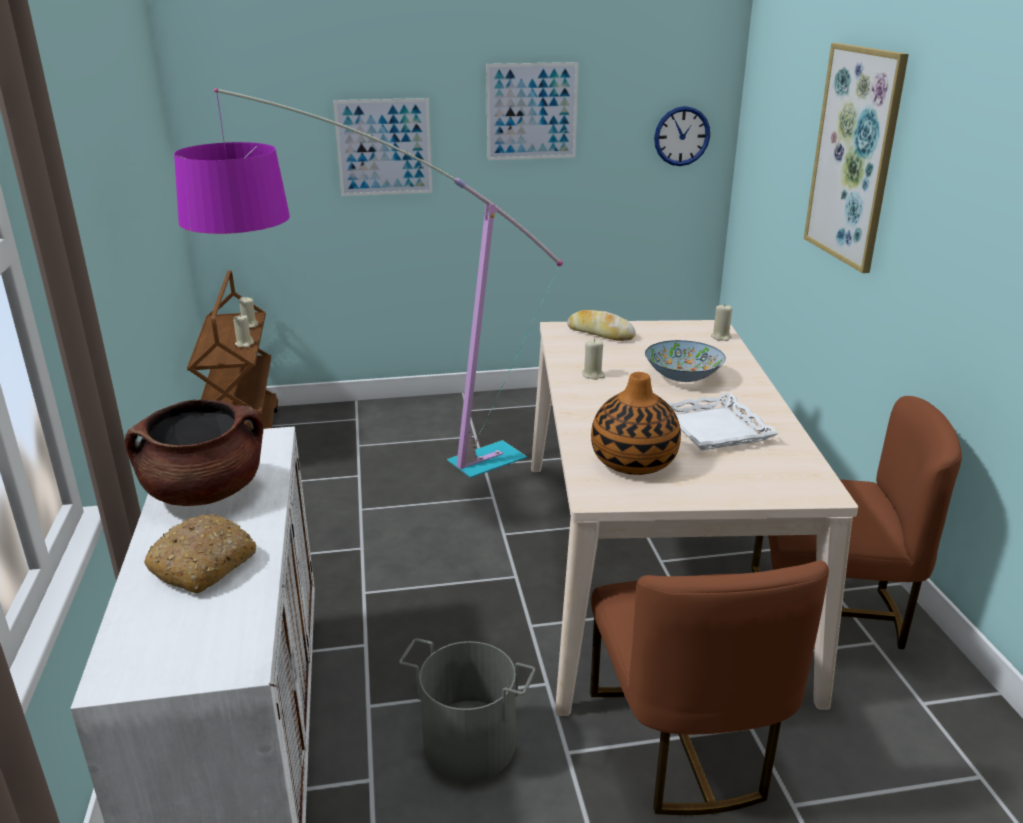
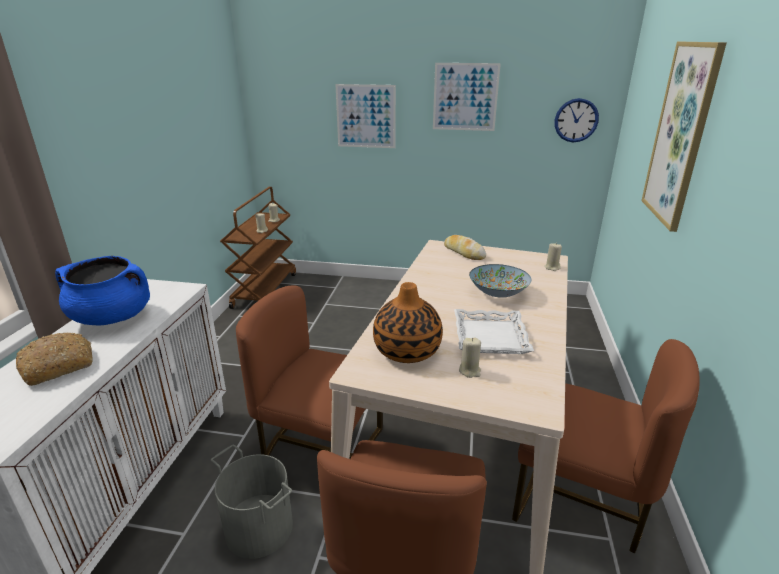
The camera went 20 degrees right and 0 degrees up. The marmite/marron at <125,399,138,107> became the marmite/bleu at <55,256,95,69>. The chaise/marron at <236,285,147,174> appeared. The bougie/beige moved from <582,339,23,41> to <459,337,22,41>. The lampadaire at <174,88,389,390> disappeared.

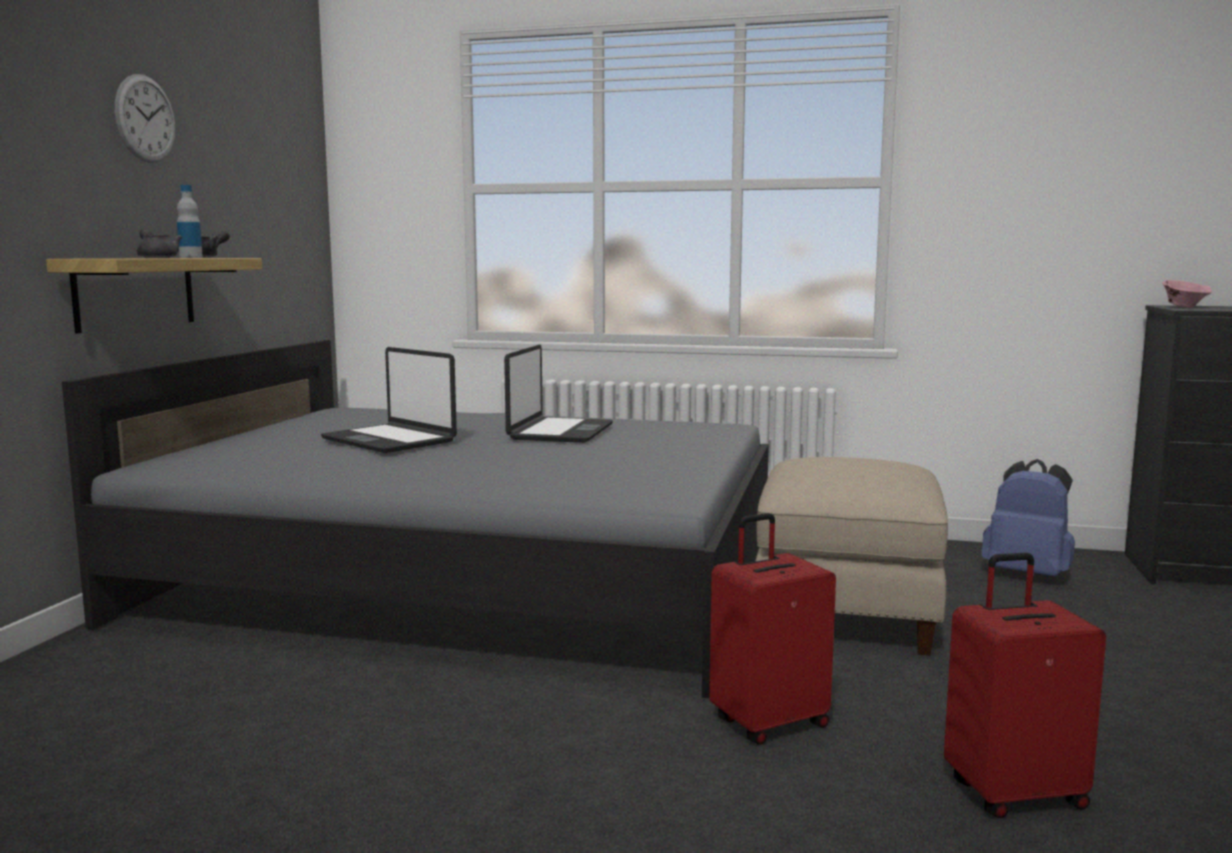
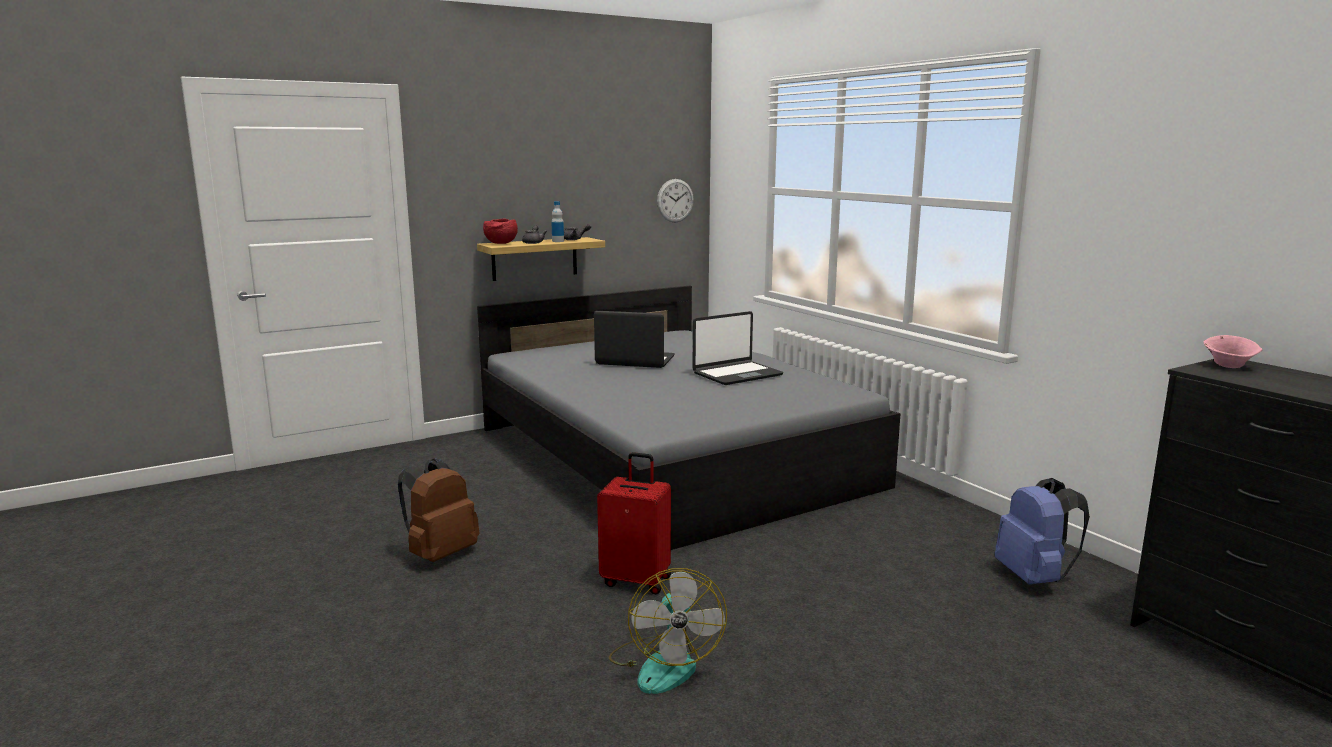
The camera went 45 degrees right and 5 degrees up. The sac à dos/marron at <398,458,81,104> appeared. The bol/rouge at <483,218,35,26> appeared. The ordinateur portable at <321,347,136,106> turned 105 degrees clockwise. The valise/rouge at <944,553,162,265> was replaced by the ventilateur at <609,568,118,126>. The horloge murale moved from <115,74,60,89> to <657,179,37,44>. The pouf/beige at <755,457,193,198> disappeared.

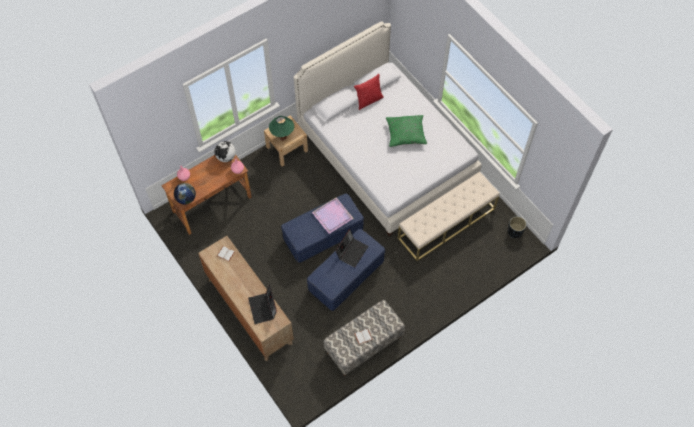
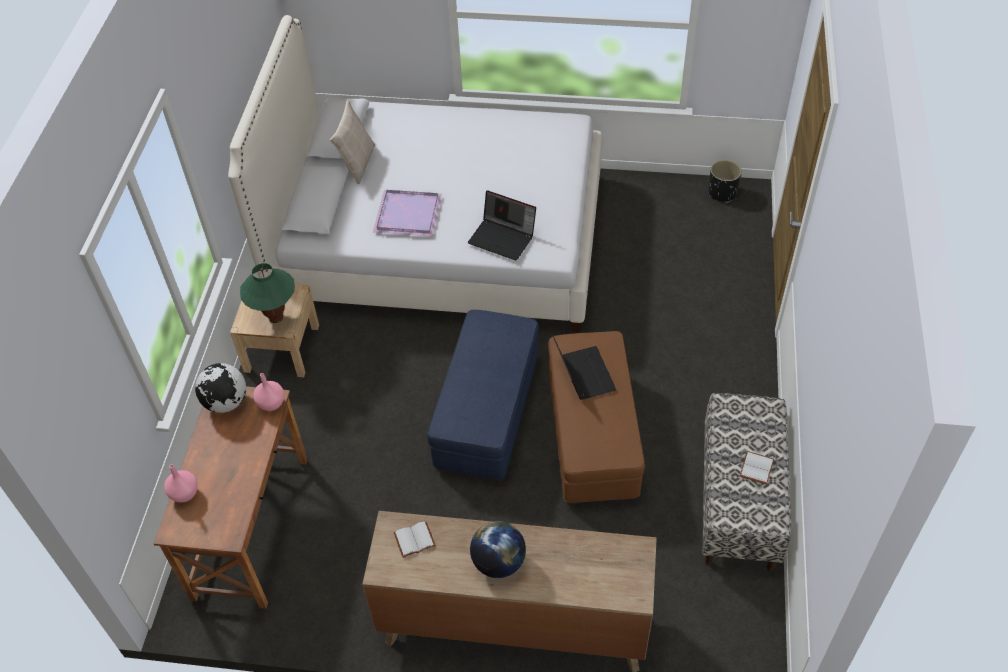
The camera went 45 degrees left and 10 degrees down. The coussin/rouge at <354,74,30,36> became the coussin/beige at <330,100,45,84>. The plateau/violet moved from <312,198,42,36> to <373,190,69,47>. The ordinateur portable moved from <248,285,29,39> to <468,190,68,71>. The globe moved from <174,183,22,22> to <470,521,56,57>. The pouf/bleu at <307,229,78,82> became the pouf/marron at <548,331,97,173>. The coussin/vert at <386,115,41,32> disappeared. The banc/beige at <398,172,102,89> disappeared.

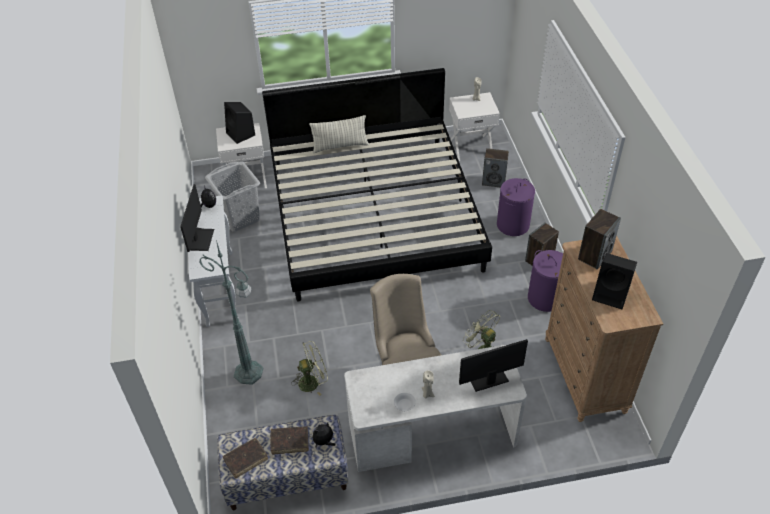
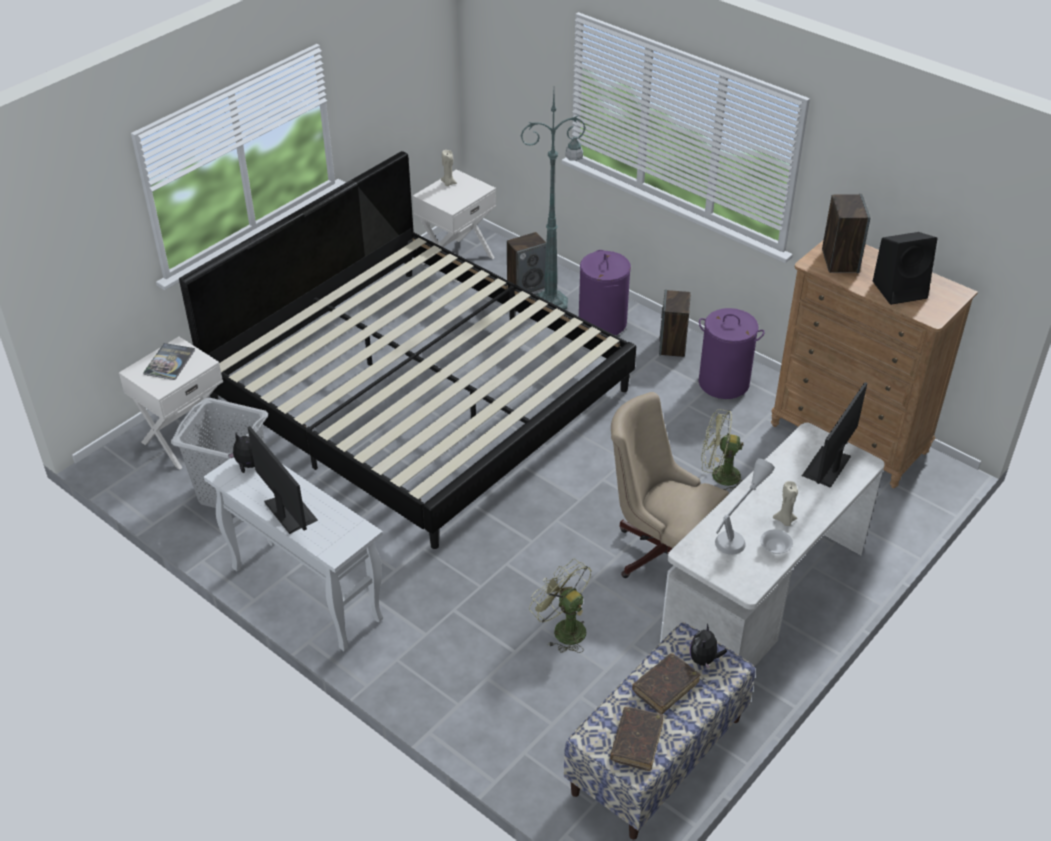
The camera went 40 degrees left and 5 degrees down. The enceinte/noir at <224,102,31,42> was replaced by the livre at <143,343,52,37>. The lampadaire/vert moved from <199,240,64,145> to <520,92,66,218>. The ventilateur/vert at <291,341,37,55> turned 75 degrees counterclockwise. The lampe de table/gris at <715,458,60,97> appeared. The coussin at <309,115,60,38> disappeared.

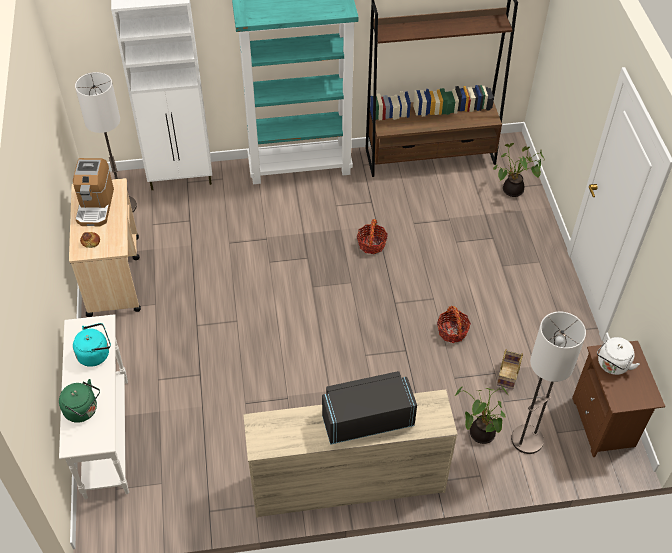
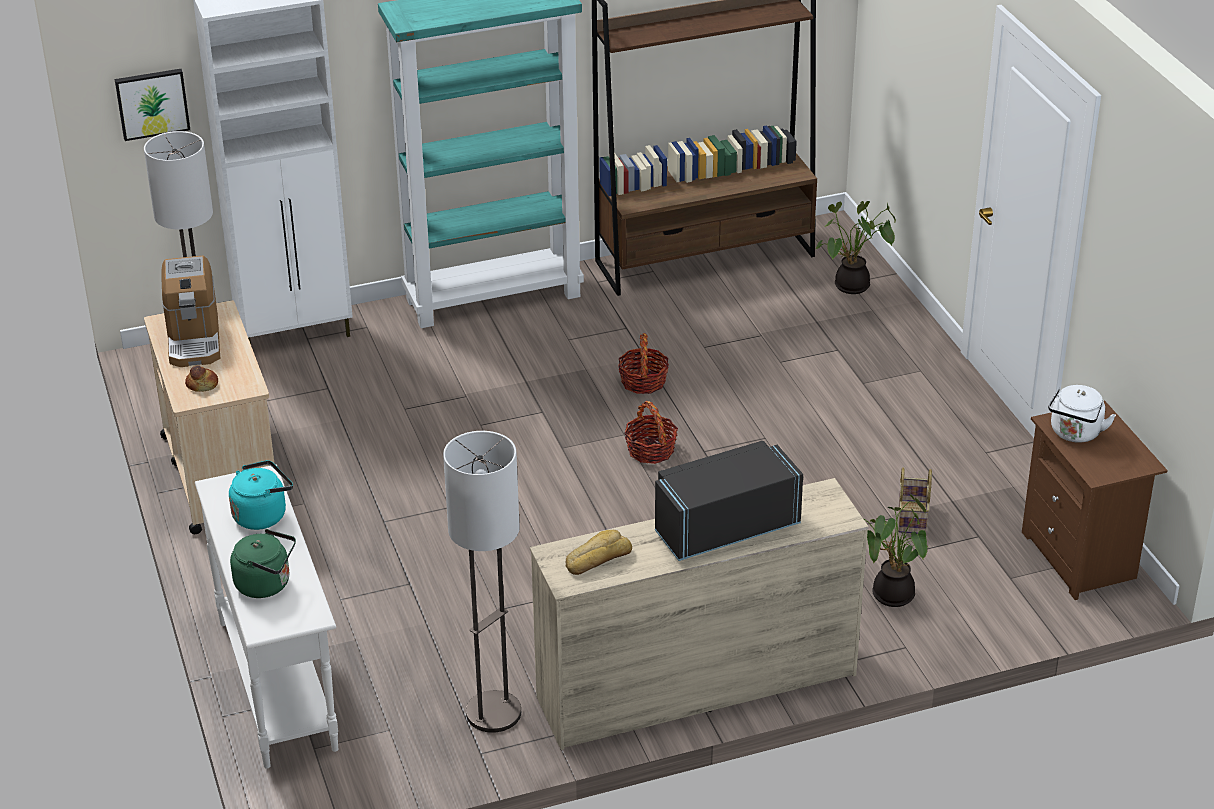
The camera went 10 degrees left and 15 degrees down. The tableau at <115,69,75,72> appeared. The lampadaire moved from <511,312,75,142> to <443,431,78,302>. The pain at <565,530,67,45> appeared. The panier moved from <437,306,34,37> to <624,401,54,63>.

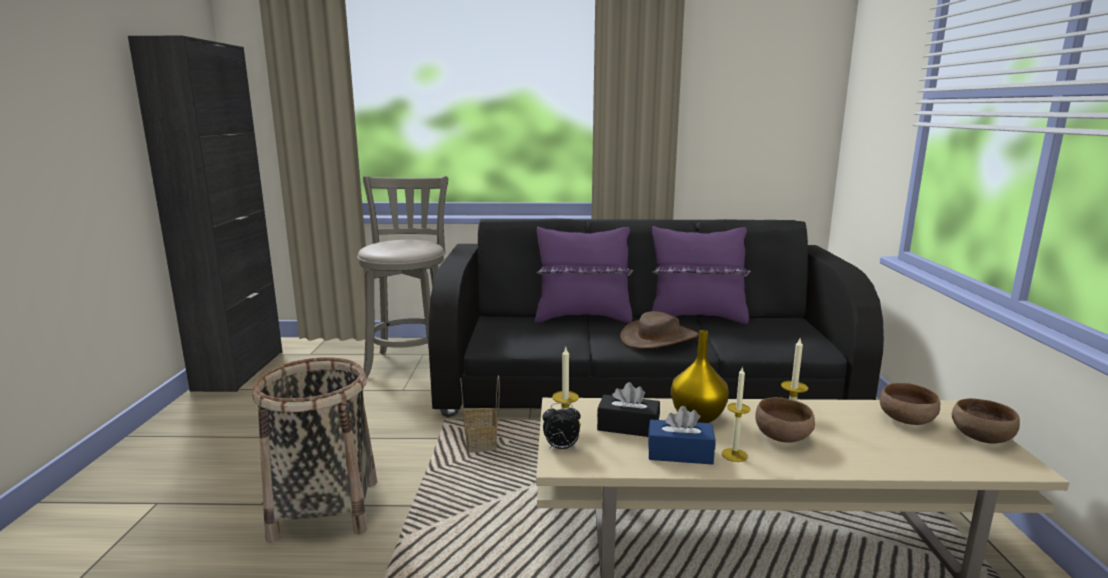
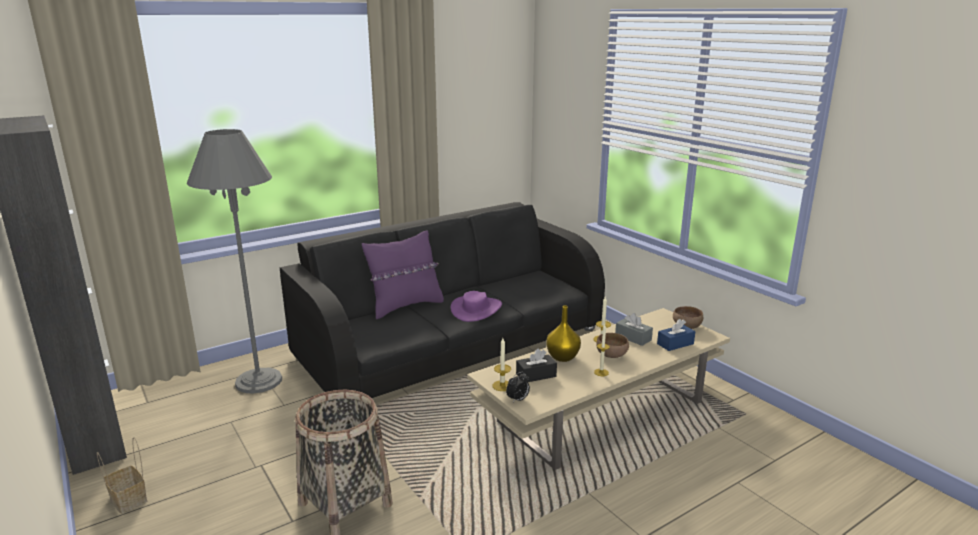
The camera went 35 degrees left and 5 degrees up. The panier moved from <460,375,40,78> to <97,437,50,77>. The tabouret/gris at <358,176,90,202> was replaced by the lampadaire/gris at <187,129,95,265>. The chapeau/marron at <620,311,79,38> became the chapeau/violet at <451,291,51,31>. The boîte à mouchoirs/gris at <615,313,38,33> appeared. The boîte à mouchoirs/bleu moved from <648,406,68,59> to <657,319,38,32>. The coussin/violet at <652,226,99,98> disappeared. The bol/marron at <880,383,60,42> disappeared.

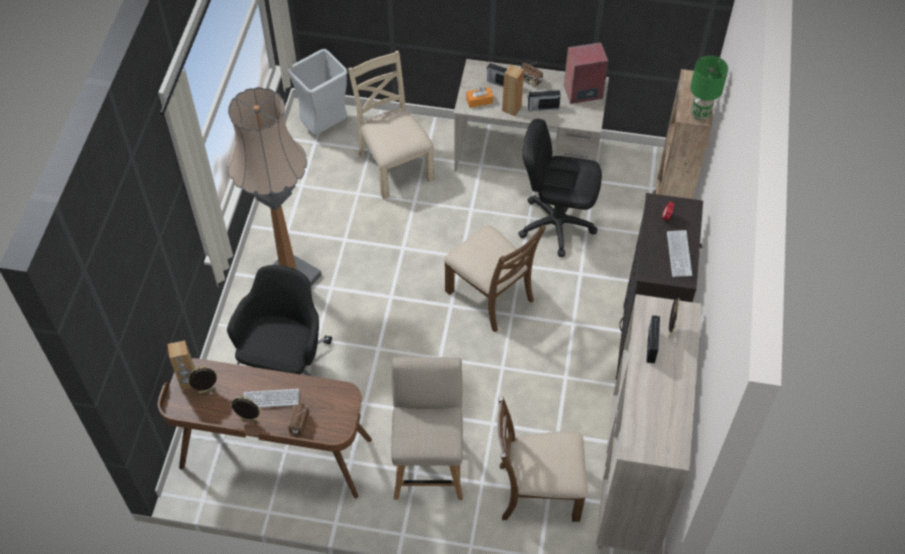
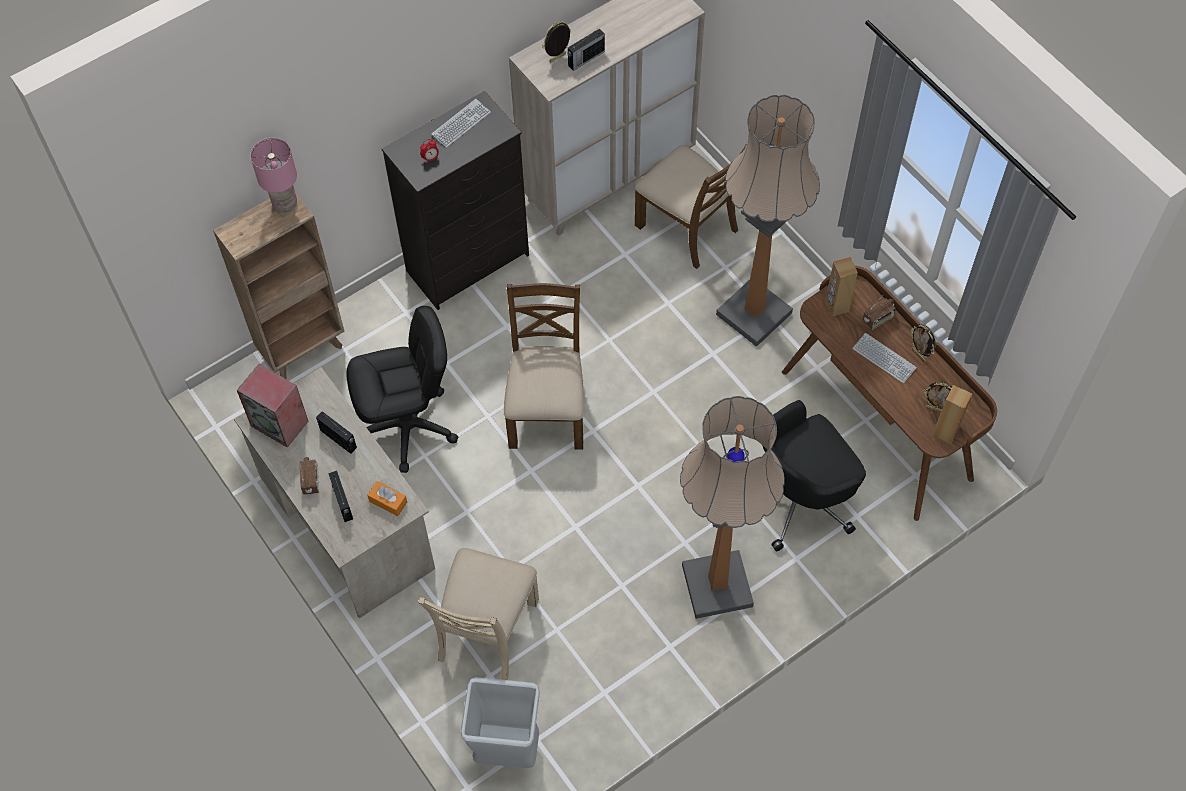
The camera went 135 degrees left and 5 degrees up. The lampe de table/vert at <690,55,38,66> became the lampe de table/rose at <250,138,47,75>. The chaise de bureau/noir at <518,119,84,138> turned 75 degrees counterclockwise. The chaise/beige at <391,357,72,143> was replaced by the lampadaire at <716,95,104,252>. The enceinte/marron moved from <502,64,22,52> to <825,257,33,60>.

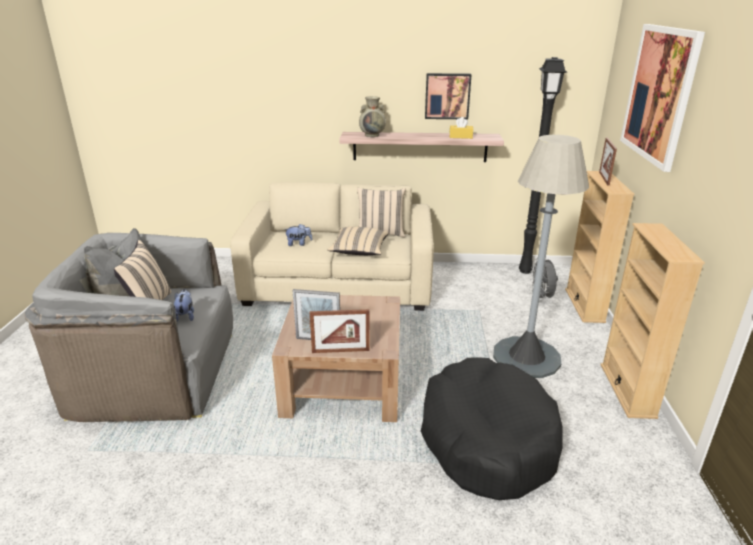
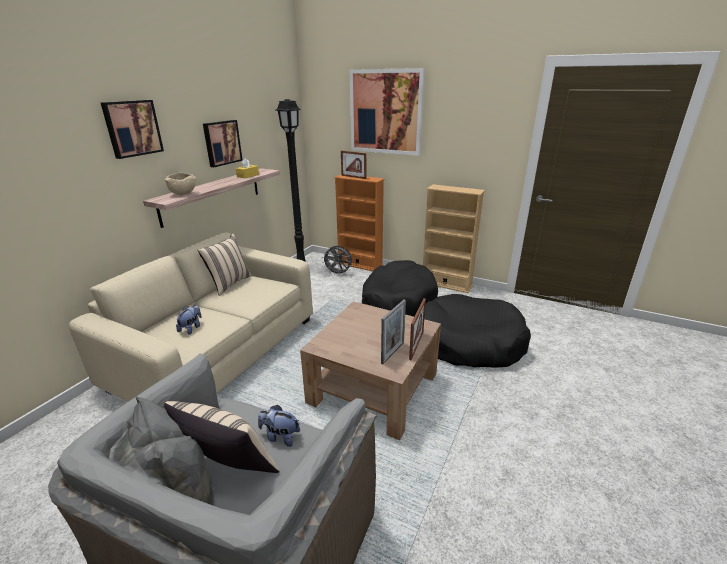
The camera went 65 degrees left and 0 degrees up. The tableau at <101,100,63,59> appeared. The vase/beige at <359,96,27,41> was replaced by the bol/beige at <165,172,31,23>. The bibliothèque/beige at <565,171,69,152> became the bibliothèque/orange at <334,175,50,96>. The lampadaire/gris at <493,135,96,243> was replaced by the panier pour chien/noir at <362,260,76,57>. The coussin/beige at <328,227,60,28> disappeared.

